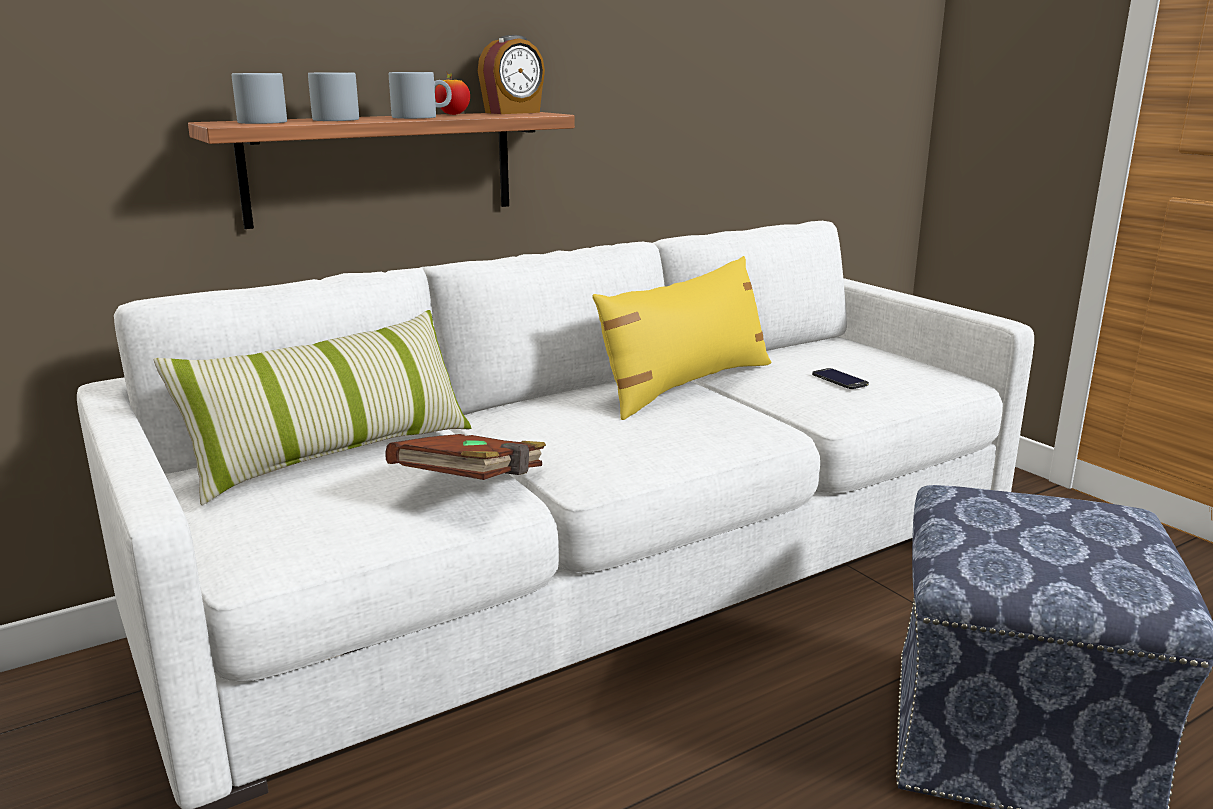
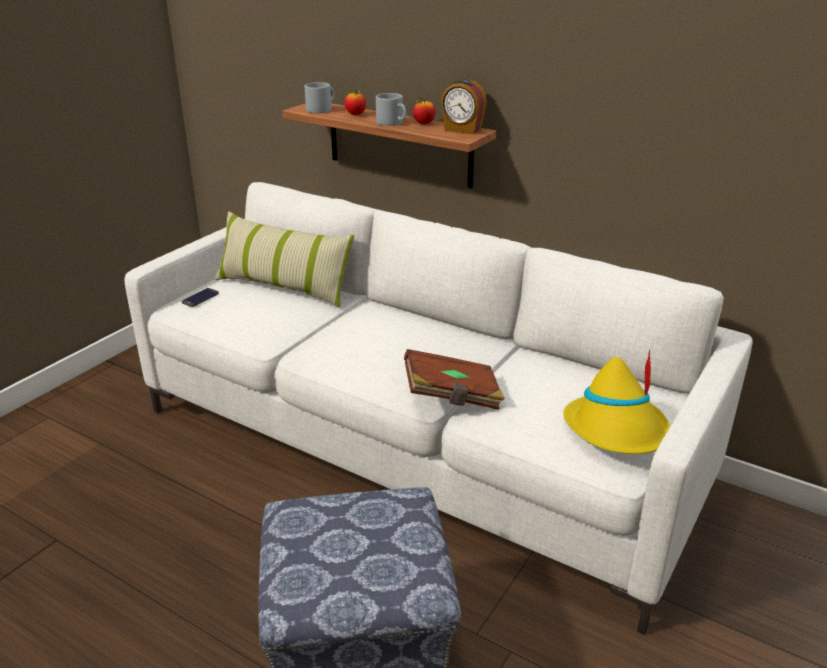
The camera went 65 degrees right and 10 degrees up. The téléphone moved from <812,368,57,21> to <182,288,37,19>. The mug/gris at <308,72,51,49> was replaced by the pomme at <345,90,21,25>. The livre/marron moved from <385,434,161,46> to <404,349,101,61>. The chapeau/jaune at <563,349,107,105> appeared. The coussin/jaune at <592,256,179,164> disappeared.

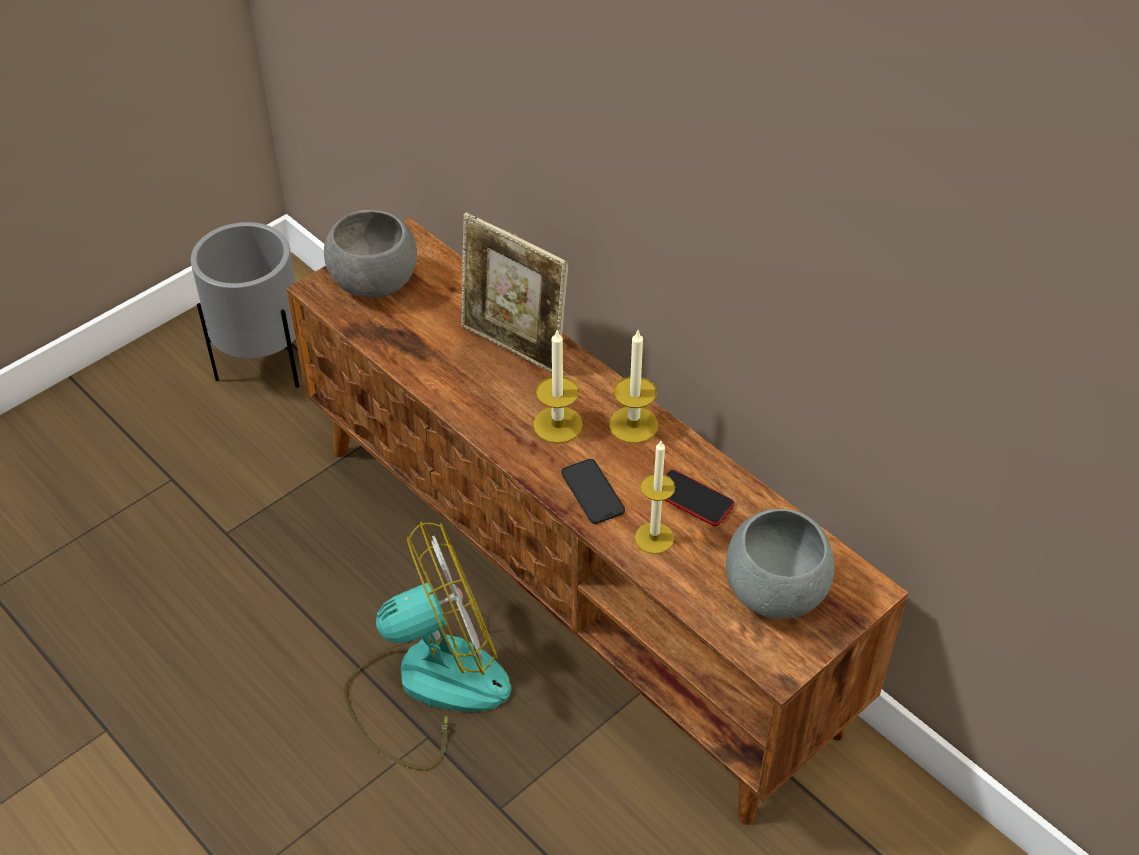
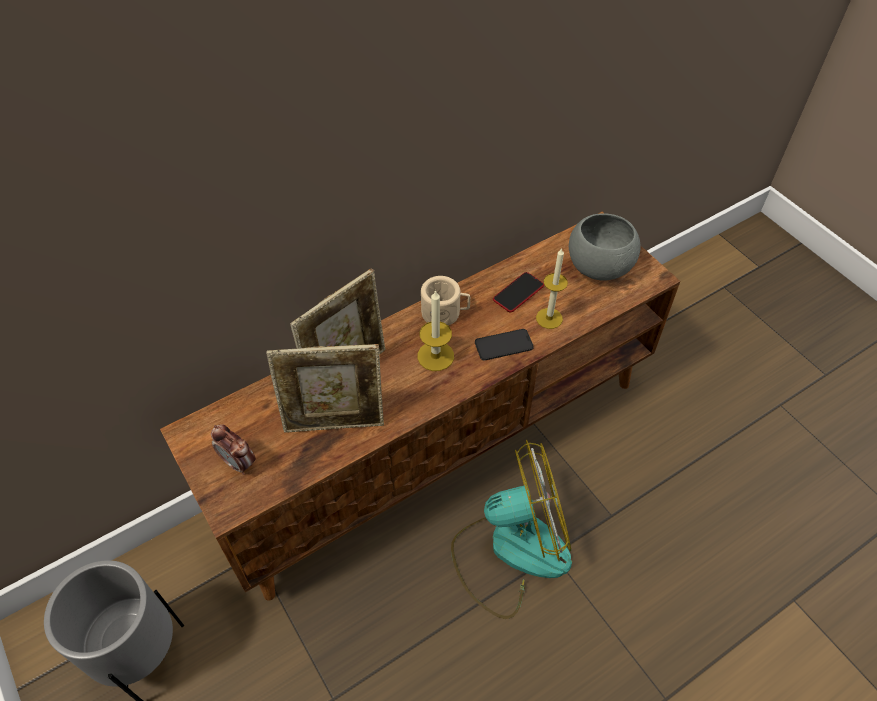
The camera went 80 degrees left and 5 degrees up. The bol/gris at <324,210,93,88> was replaced by the réveil at <211,424,45,51>. The cadre photo at <266,344,118,89> appeared. The bougie at <609,331,49,113> was replaced by the mug/beige at <421,276,49,50>. The ventilateur at <344,521,167,249> turned 90 degrees clockwise.

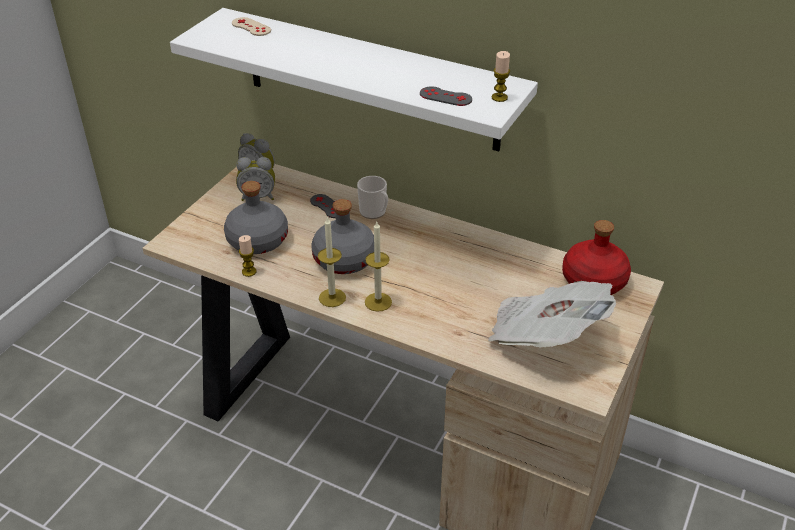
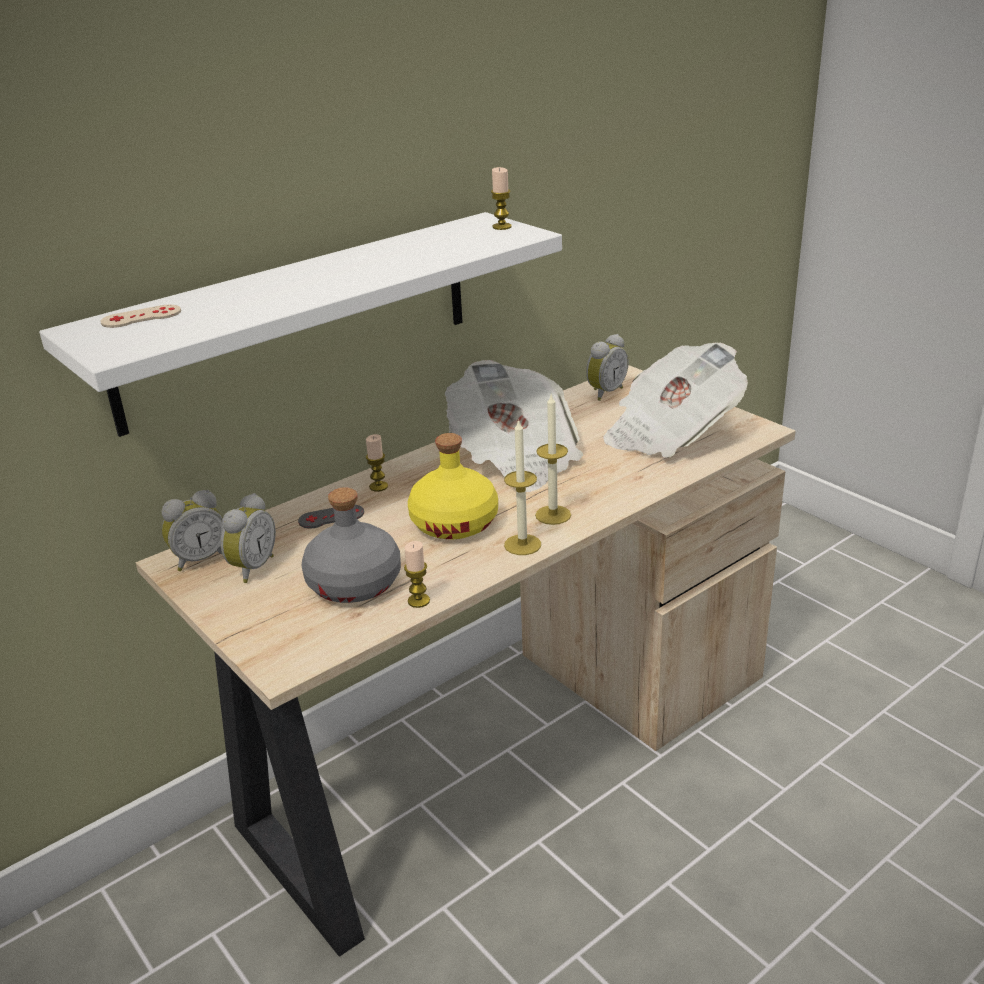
The camera went 65 degrees left and 10 degrees down. The mug at <357,176,31,43> was replaced by the bougie at <366,434,22,58>. The bouteille/gris at <311,199,63,75> became the bouteille/jaune at <408,433,90,106>. The journal at <445,360,138,132> appeared. The bouteille/rouge at <562,220,69,75> was replaced by the réveil at <586,334,43,67>. The manette/gris at <420,86,52,20> disappeared.

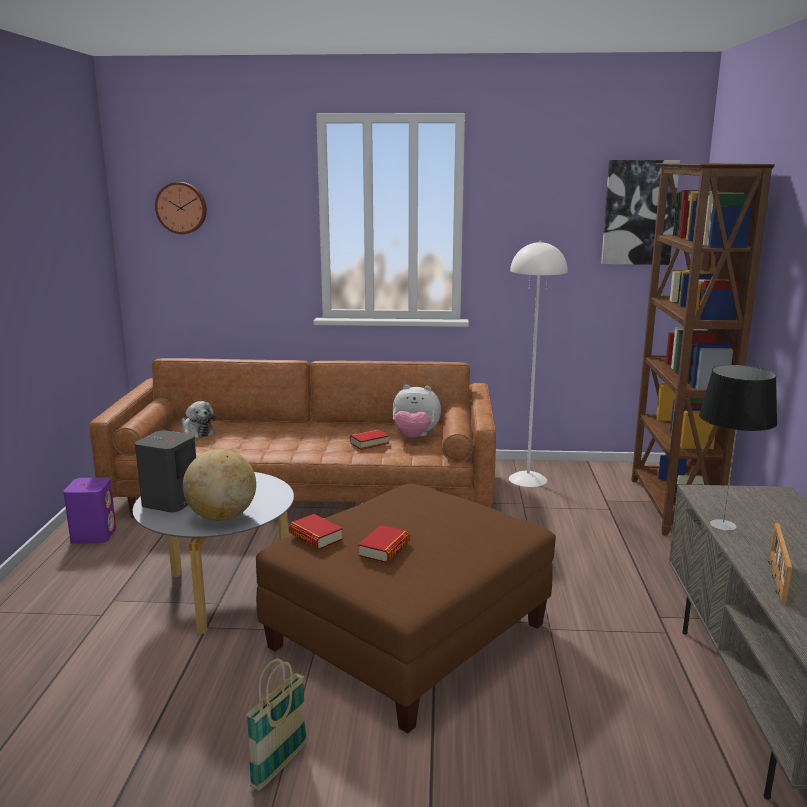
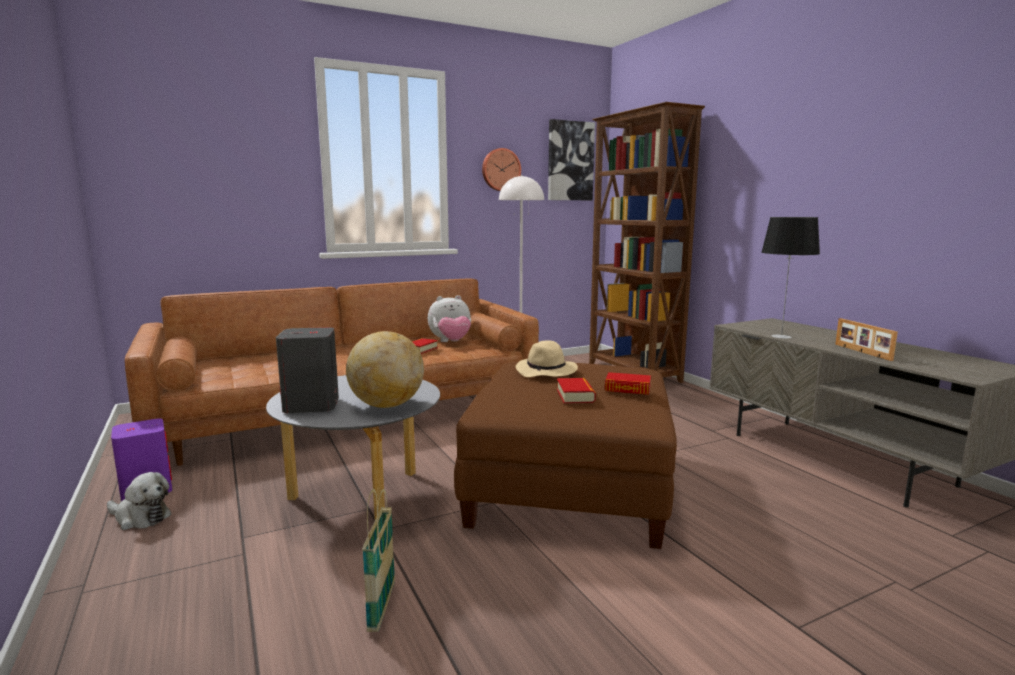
The camera went 30 degrees left and 5 degrees down. The peluche moved from <181,401,34,37> to <107,472,65,58>. The panier moved from <246,659,61,132> to <362,489,33,143>. The horloge murale moved from <155,182,52,52> to <482,148,39,43>. The chapeau/beige at <516,340,62,37> appeared. The livre moved from <289,514,54,35> to <605,372,46,23>.

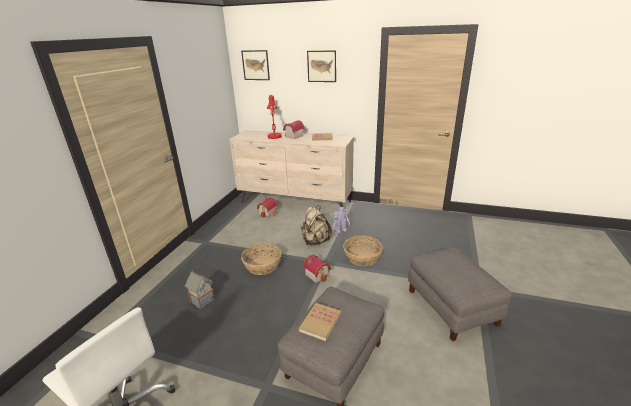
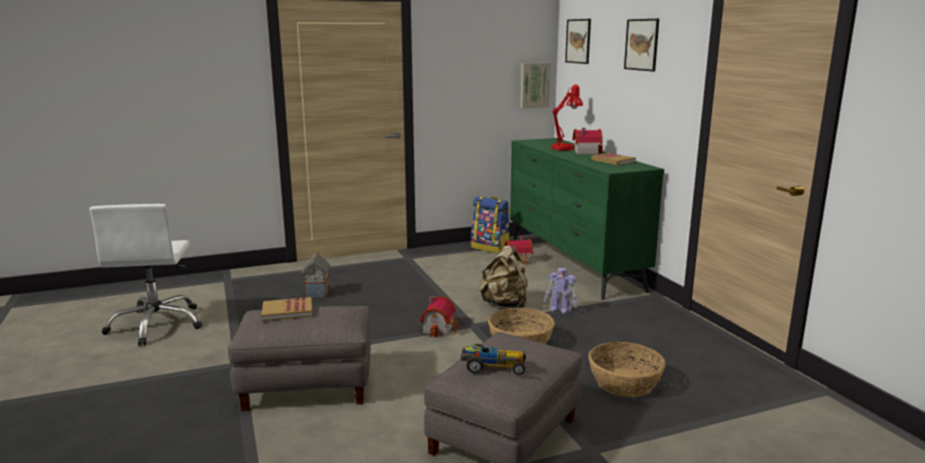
The camera went 50 degrees right and 10 degrees down. The petite voiture at <461,344,65,31> appeared. The sac à dos at <471,196,39,57> appeared. The commode/beige at <229,130,125,77> became the commode/vert at <510,138,154,162>. The tableau at <520,63,30,45> appeared. The panier moved from <241,243,41,32> to <588,342,78,55>.

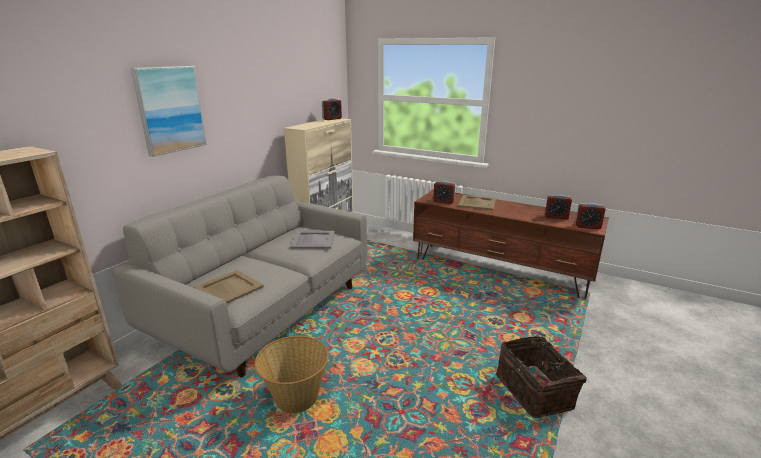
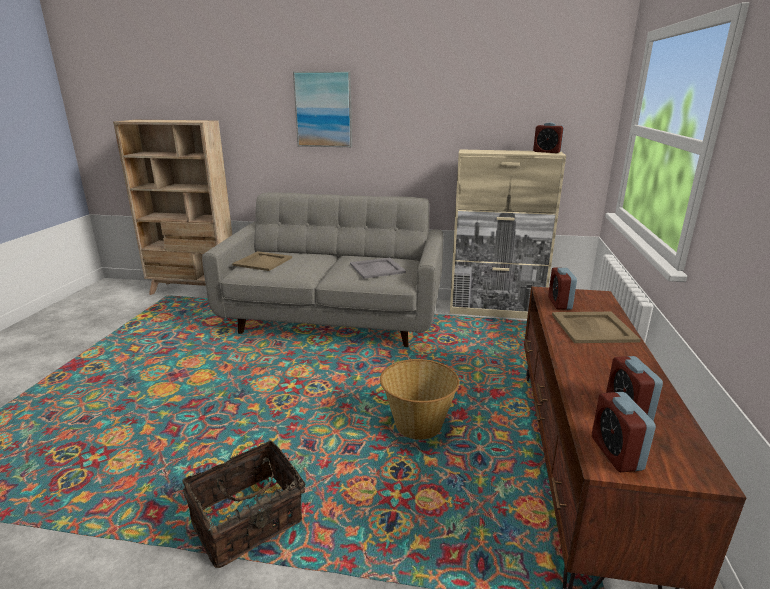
The camera went 70 degrees right and 0 degrees up. The panier moved from <254,336,75,77> to <380,359,79,81>.

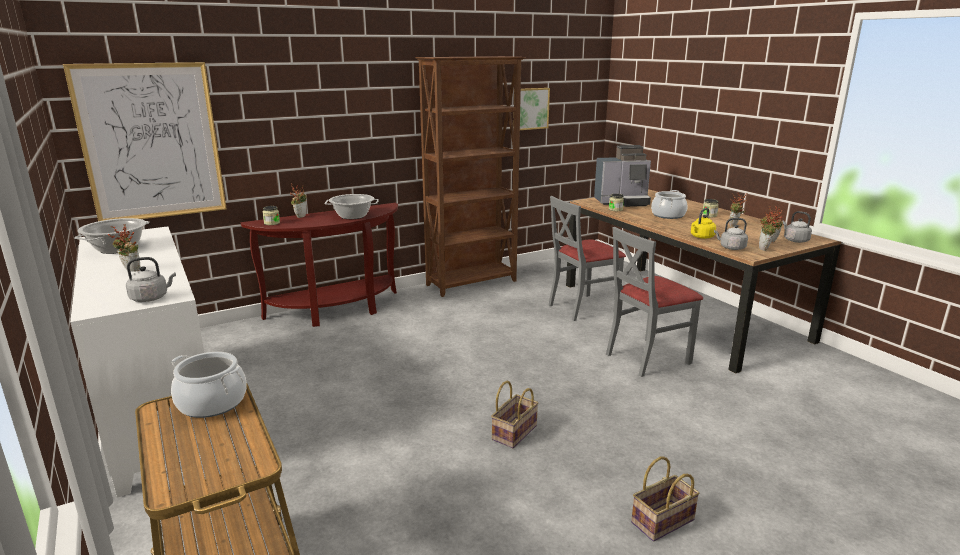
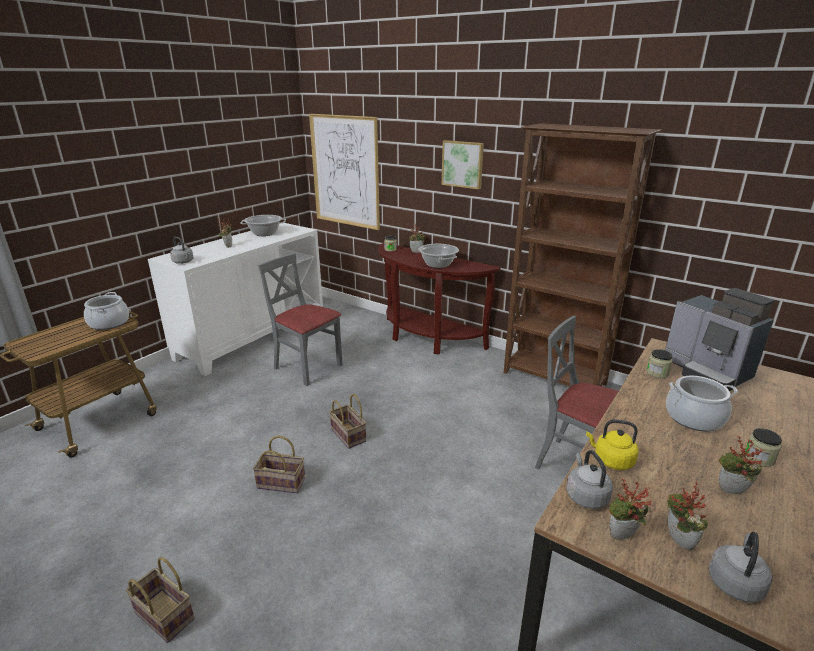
The camera went 65 degrees right and 5 degrees up. The chaise/gris moved from <606,227,97,150> to <258,253,84,133>. The panier at <329,394,37,55> appeared. The tableau moved from <513,88,37,42> to <442,140,42,49>.

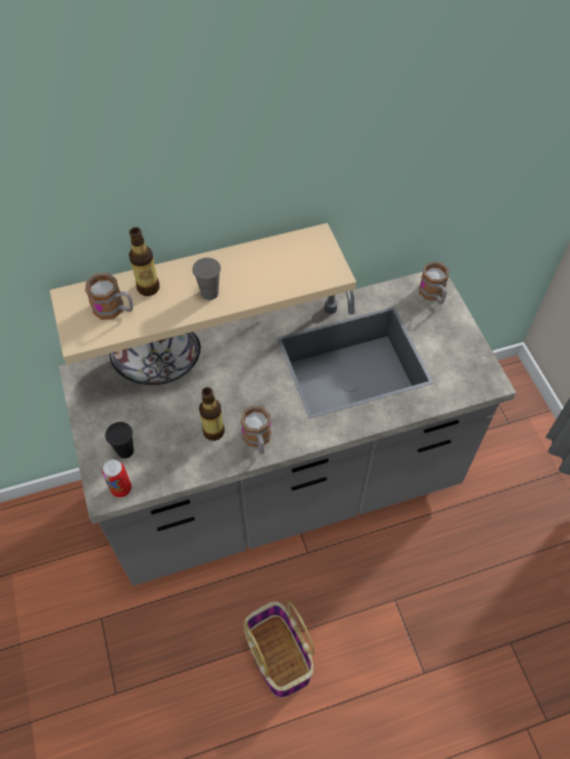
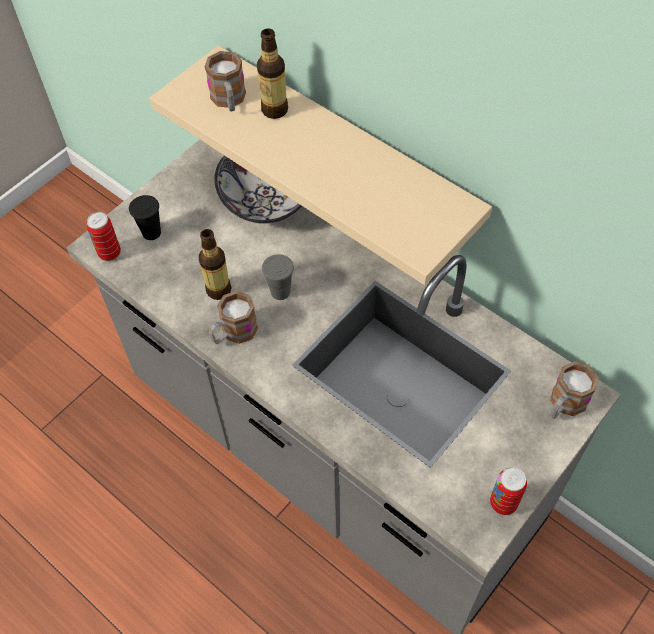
The camera went 60 degrees right and 0 degrees up. The tasse/gris moved from <192,258,29,42> to <262,254,32,46>. The boîte métallique at <490,467,37,48> appeared. The panier at <243,601,71,97> disappeared.

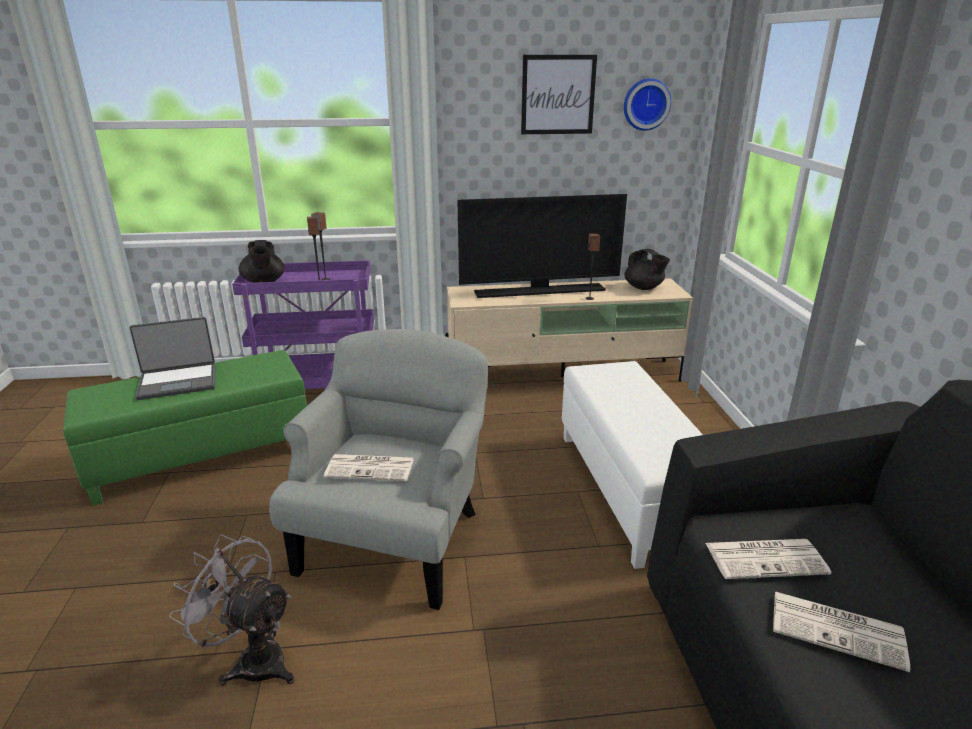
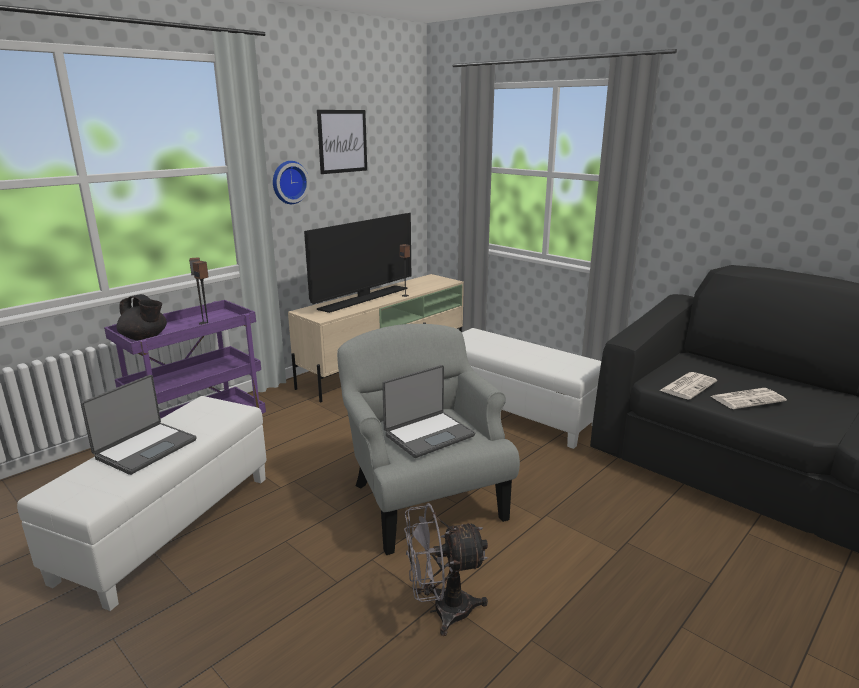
The camera went 40 degrees left and 5 degrees down. The pouf/vert at <63,350,244,156> became the pouf/blanc at <17,396,250,215>. The horloge murale moved from <624,78,47,53> to <273,161,37,43>. The journal at <324,454,90,27> was replaced by the ordinateur portable at <382,365,93,93>. The théière/noir at <625,249,45,41> disappeared.

